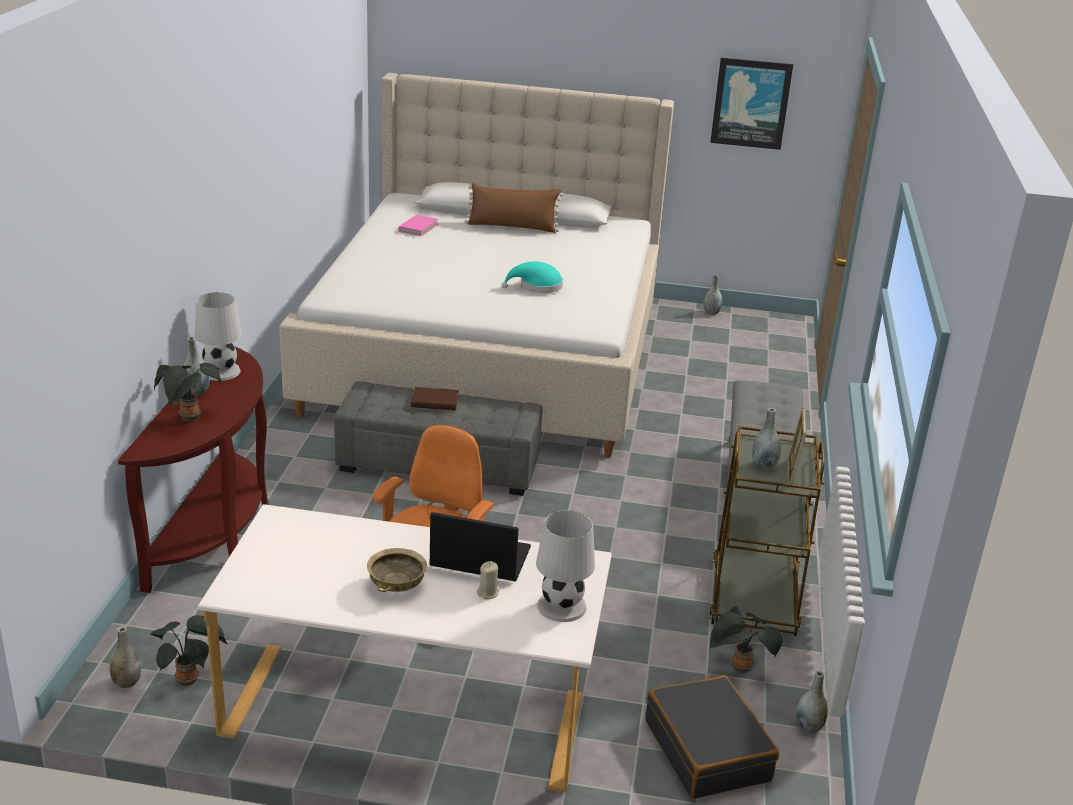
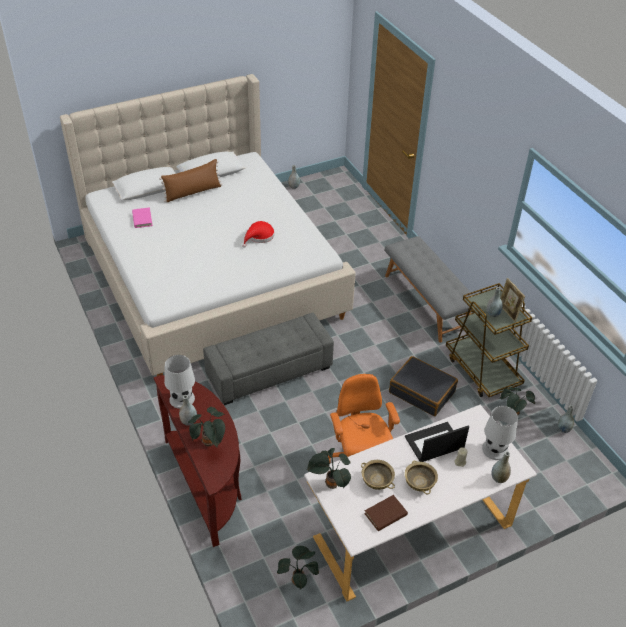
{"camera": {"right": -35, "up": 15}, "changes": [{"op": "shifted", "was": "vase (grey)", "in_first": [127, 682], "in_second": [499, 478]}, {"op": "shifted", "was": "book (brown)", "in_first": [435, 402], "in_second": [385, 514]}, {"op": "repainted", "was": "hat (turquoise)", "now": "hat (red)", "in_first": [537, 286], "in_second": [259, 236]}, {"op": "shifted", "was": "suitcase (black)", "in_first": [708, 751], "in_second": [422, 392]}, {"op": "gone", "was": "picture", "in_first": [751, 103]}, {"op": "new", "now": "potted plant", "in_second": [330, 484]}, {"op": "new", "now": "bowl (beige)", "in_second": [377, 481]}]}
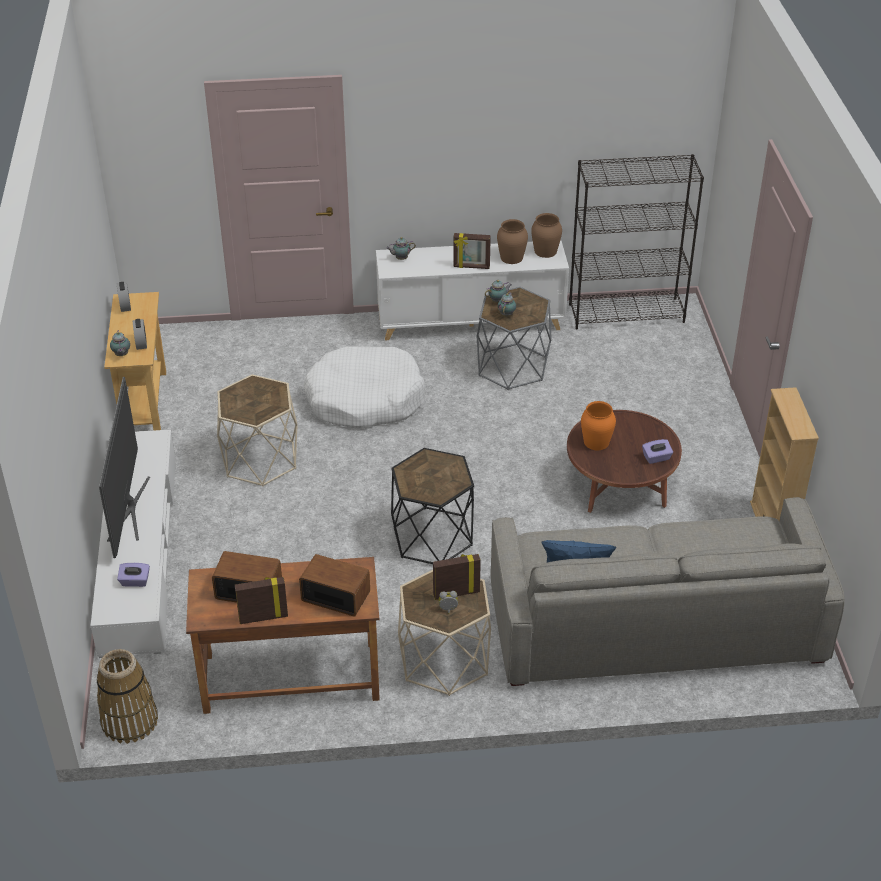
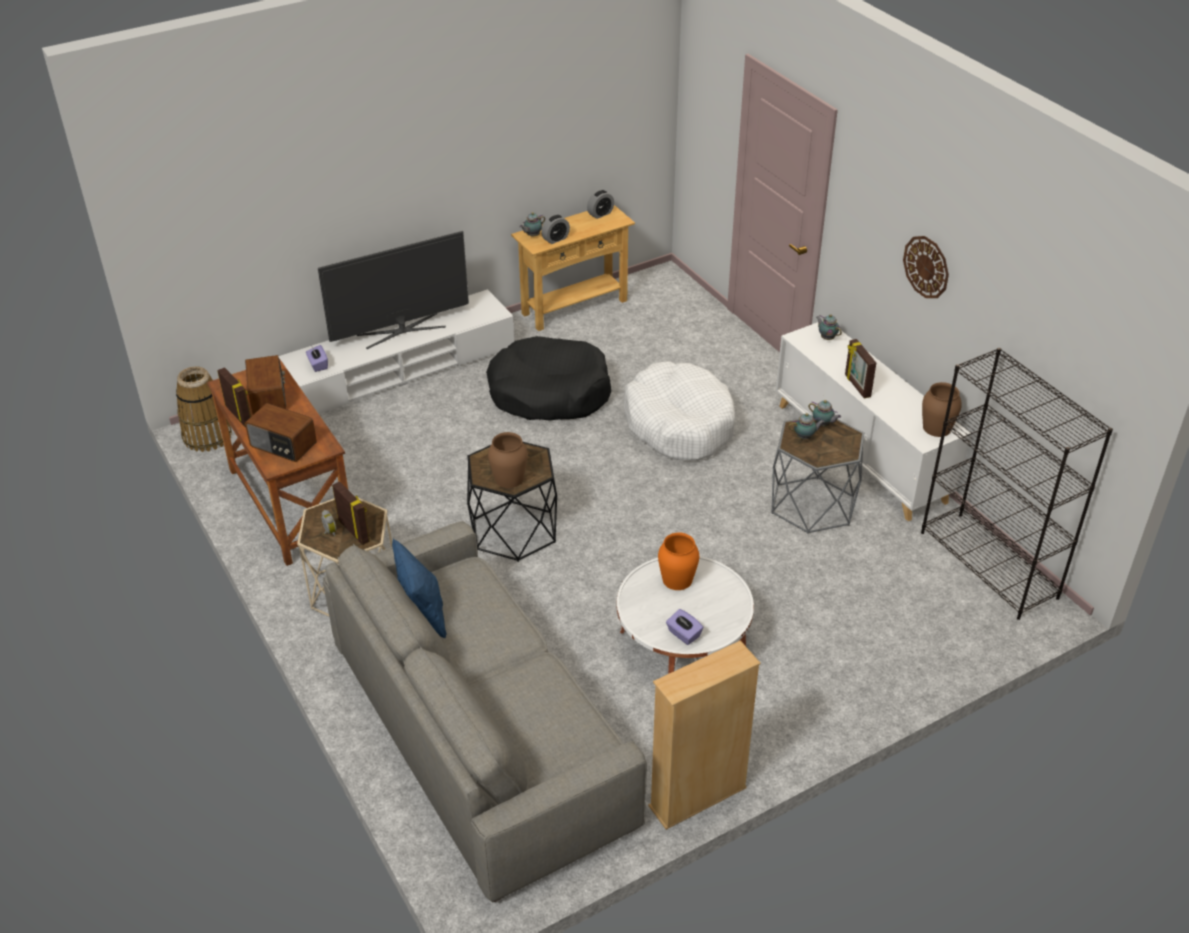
{"camera": {"right": 65, "up": 0}, "changes": [{"op": "swapped", "was": "side table (beige)", "now": "dog bed (black)", "in_first": [260, 459], "in_second": [549, 393]}, {"op": "rotated", "was": "radio", "in_first": [335, 596], "in_second": [283, 445], "clockwise": 120}, {"op": "shifted", "was": "vase (brown)", "in_first": [511, 257], "in_second": [509, 478]}, {"op": "repainted", "was": "coffee table (brown)", "now": "coffee table (white)", "in_first": [620, 484], "in_second": [682, 643]}, {"op": "new", "now": "wall clock", "in_second": [926, 267]}]}
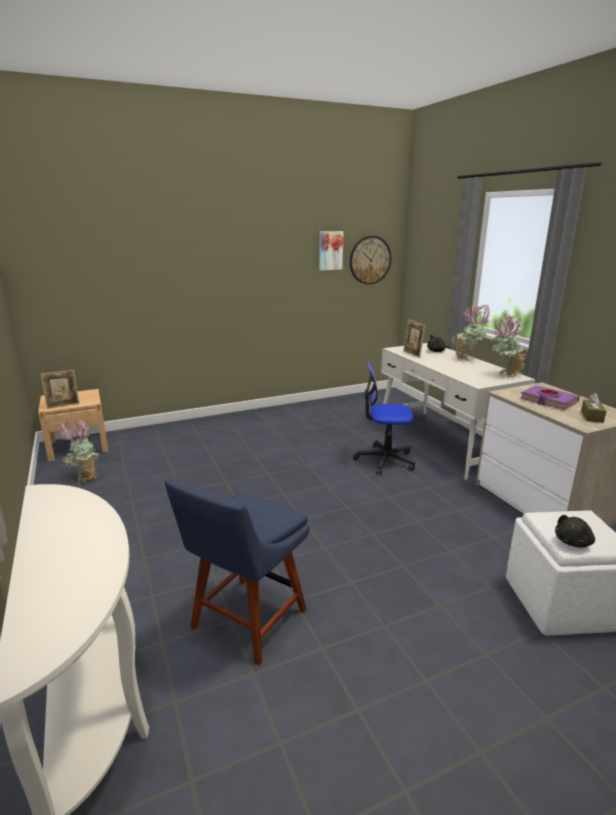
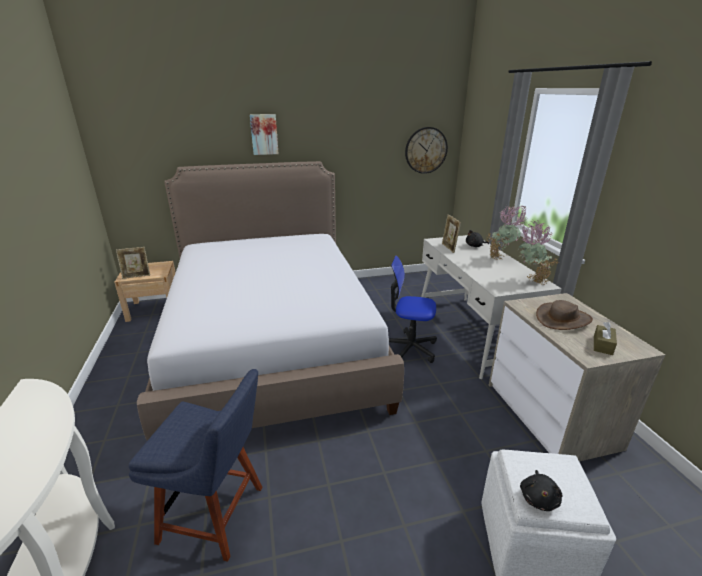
{"camera": {"right": 10, "up": 5}, "changes": [{"op": "gone", "was": "potted plant", "in_first": [85, 478]}, {"op": "rotated", "was": "chair (blue)", "in_first": [245, 622], "in_second": [217, 515], "clockwise": -120}, {"op": "shifted", "was": "picture", "in_first": [330, 250], "in_second": [264, 134]}, {"op": "swapped", "was": "book (purple)", "now": "hat (brown)", "in_first": [548, 401], "in_second": [563, 319]}, {"op": "rotated", "was": "plush toy (black)", "in_first": [573, 542], "in_second": [538, 498], "clockwise": -45}, {"op": "new", "now": "bed", "in_second": [272, 343]}]}
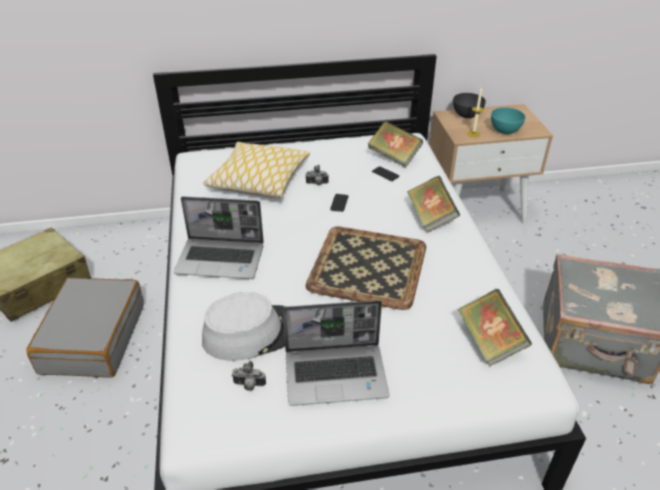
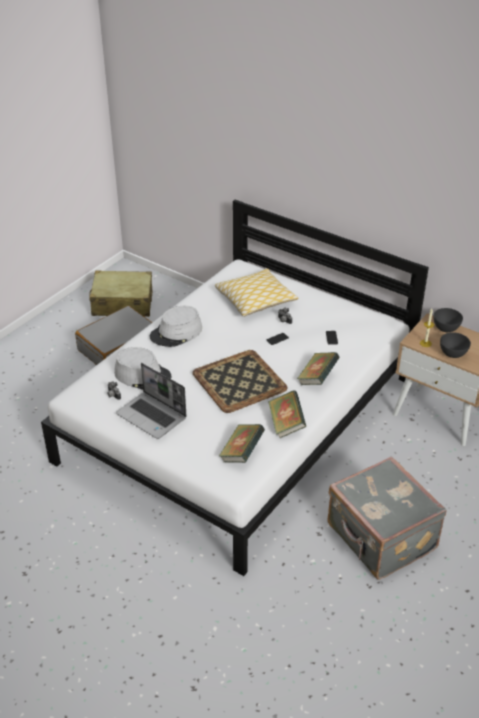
{"camera": {"right": 45, "up": 0}, "changes": [{"op": "swapped", "was": "laptop", "now": "hat (grey)", "in_first": [221, 259], "in_second": [176, 333]}, {"op": "shifted", "was": "book", "in_first": [394, 157], "in_second": [286, 424]}, {"op": "repainted", "was": "bowl (turquoise)", "now": "bowl (grey)", "in_first": [504, 131], "in_second": [452, 353]}]}
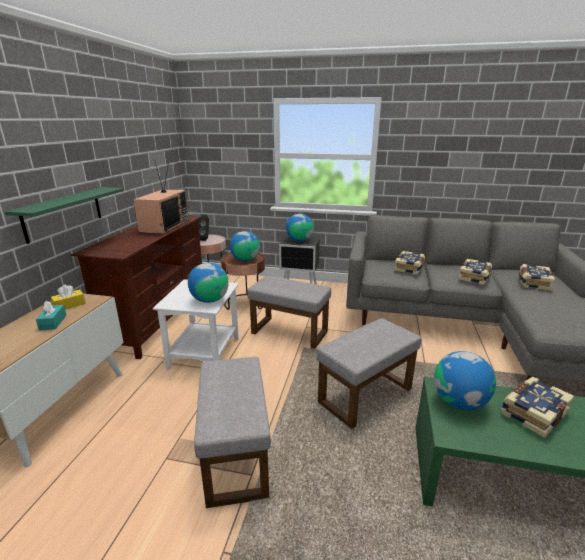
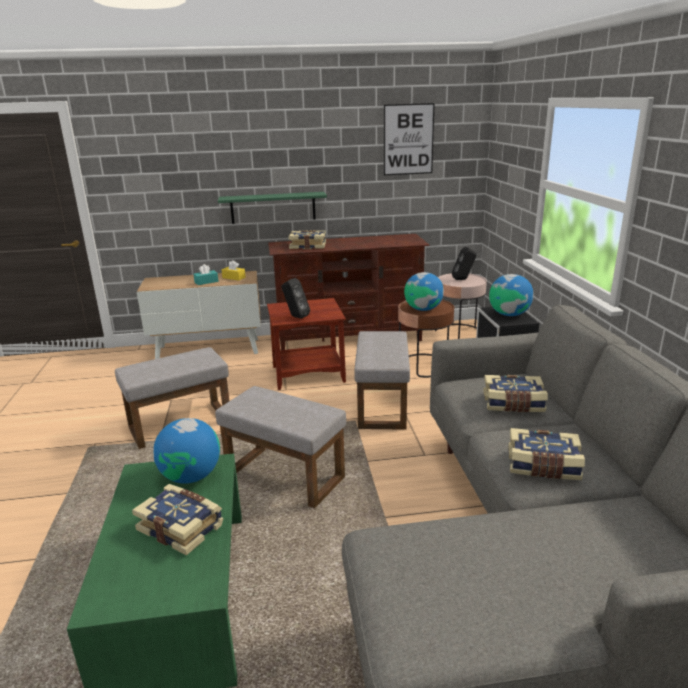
{"camera": {"right": 70, "up": 0}, "changes": [{"op": "gone", "was": "television", "in_first": [164, 226]}, {"op": "repainted", "was": "side table (white)", "now": "side table (brown)", "in_first": [203, 353], "in_second": [308, 373]}, {"op": "swapped", "was": "globe", "now": "speaker (black)", "in_first": [209, 300], "in_second": [295, 317]}, {"op": "shifted", "was": "book", "in_first": [533, 283], "in_second": [308, 246]}, {"op": "new", "now": "picture", "in_second": [408, 139]}]}
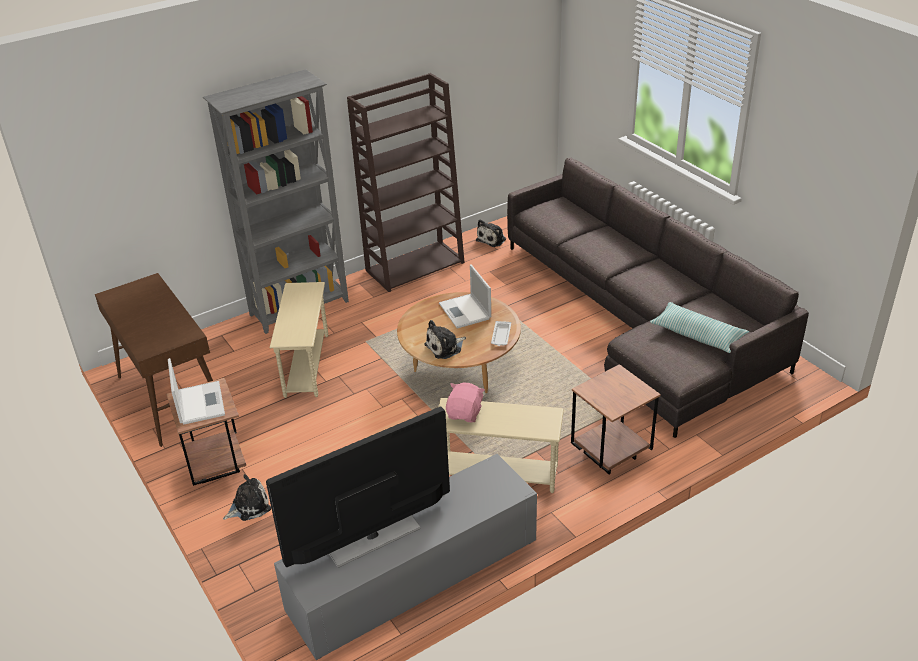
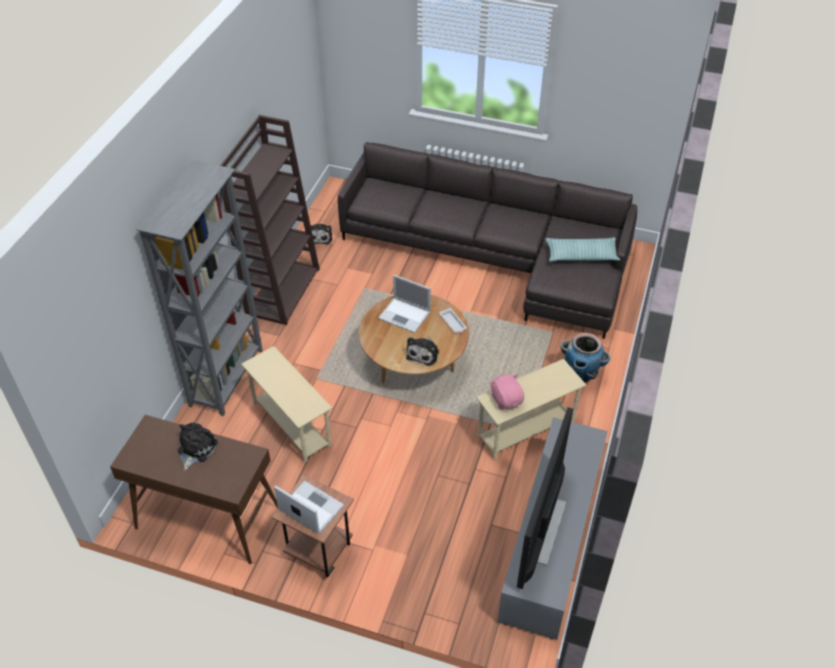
{"camera": {"right": -40, "up": 10}, "changes": [{"op": "shifted", "was": "plush toy", "in_first": [249, 506], "in_second": [196, 449]}, {"op": "swapped", "was": "side table (brown)", "now": "planter", "in_first": [611, 456], "in_second": [580, 374]}]}
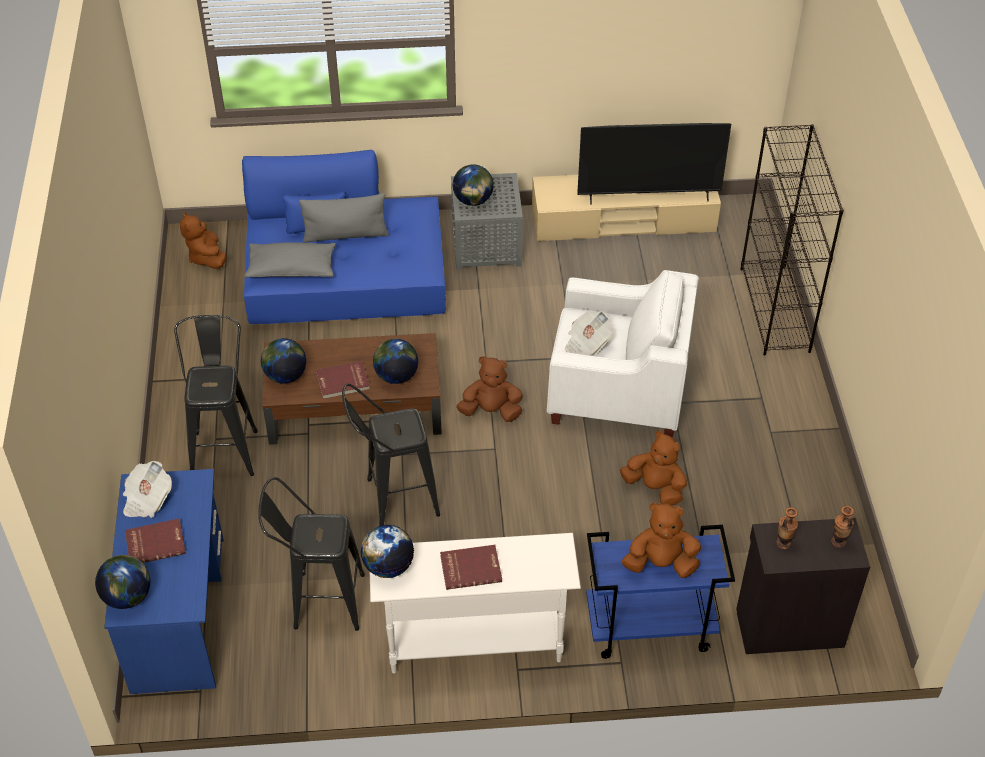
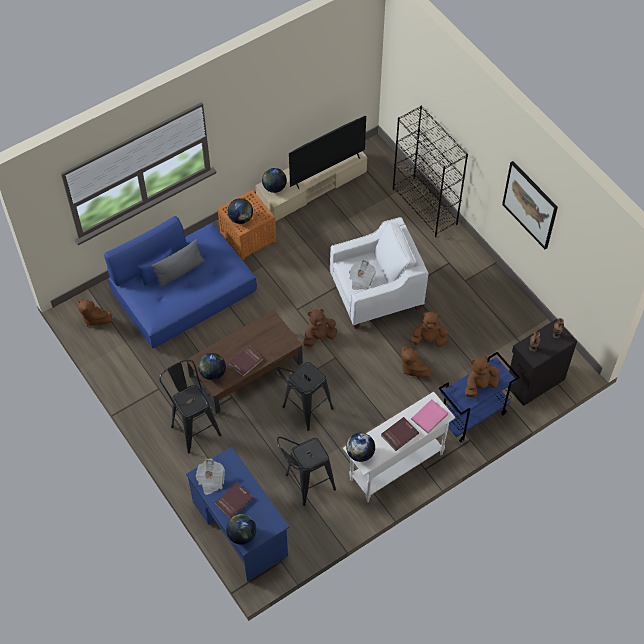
{"camera": {"right": -30, "up": 10}, "changes": [{"op": "gone", "was": "pillow (grey)", "in_first": [292, 269]}, {"op": "shifted", "was": "globe", "in_first": [396, 376], "in_second": [274, 187]}, {"op": "repainted", "was": "side table (grey)", "now": "side table (orange)", "in_first": [487, 244], "in_second": [248, 236]}, {"op": "new", "now": "plush toy (brown)", "in_second": [412, 368]}, {"op": "new", "now": "book (pink)", "in_second": [430, 417]}, {"op": "new", "now": "picture", "in_second": [530, 204]}]}
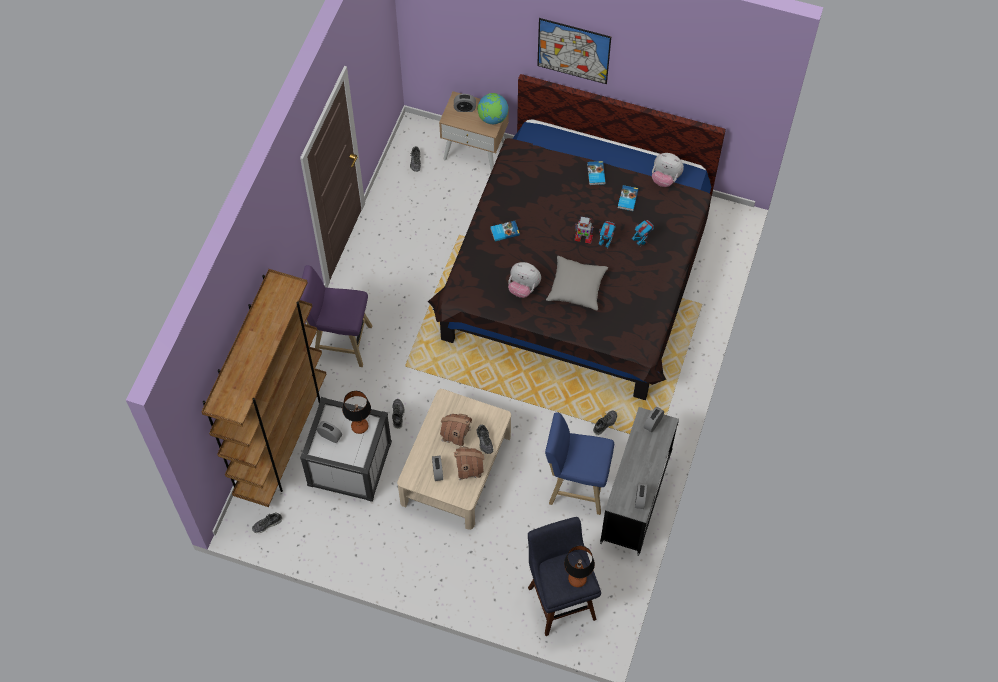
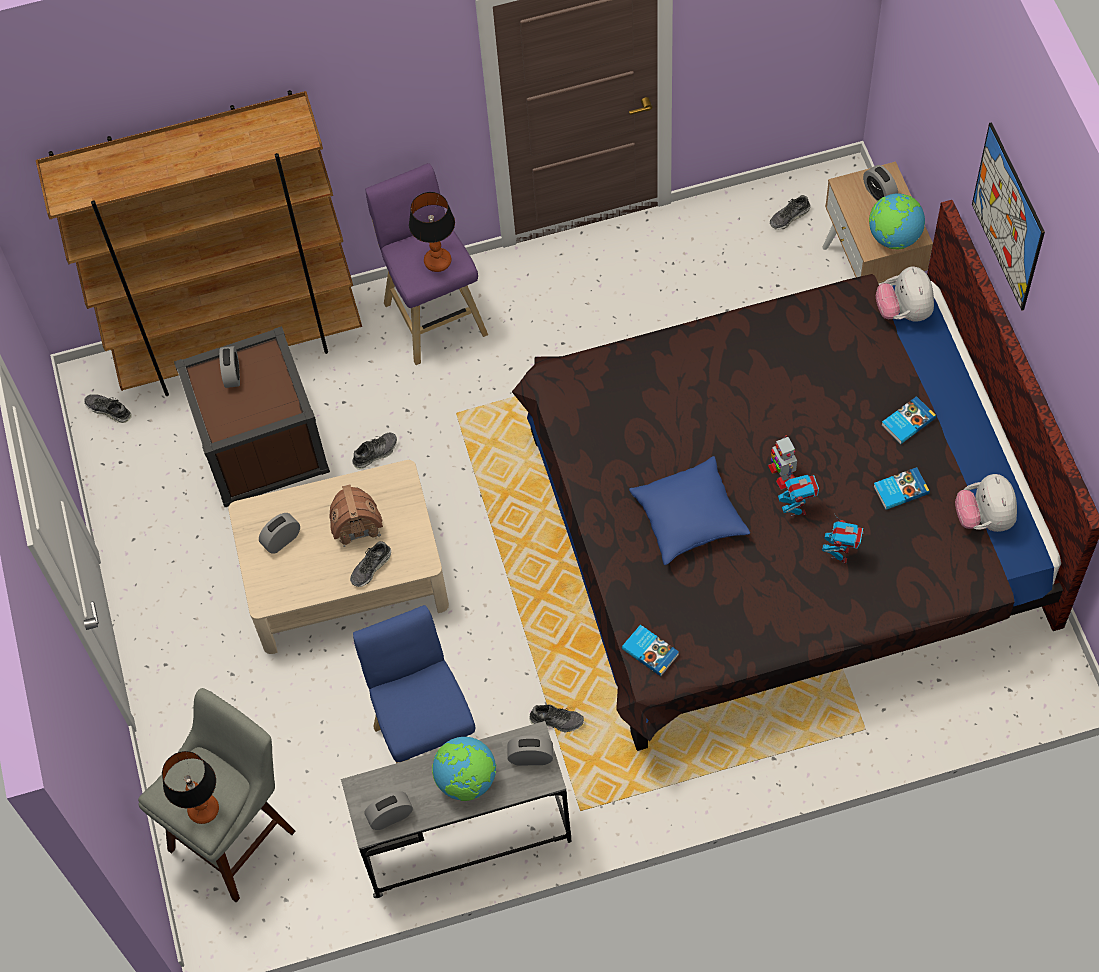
{"camera": {"right": 60, "up": 0}, "changes": [{"op": "repainted", "was": "storage box (white)", "now": "storage box (brown)", "in_first": [349, 463], "in_second": [261, 444]}, {"op": "shifted", "was": "table lamp", "in_first": [360, 426], "in_second": [438, 261]}, {"op": "gone", "was": "toy house", "in_first": [469, 468]}, {"op": "shifted", "was": "book", "in_first": [504, 231], "in_second": [650, 651]}, {"op": "shifted", "was": "plush toy", "in_first": [523, 287], "in_second": [904, 311]}, {"op": "repainted", "was": "stool (blue)", "now": "stool (grey)", "in_first": [560, 598], "in_second": [237, 834]}, {"op": "repainted", "was": "pillow (grey)", "now": "pillow (blue)", "in_first": [576, 288], "in_second": [689, 518]}, {"op": "new", "now": "globe", "in_second": [467, 780]}]}
